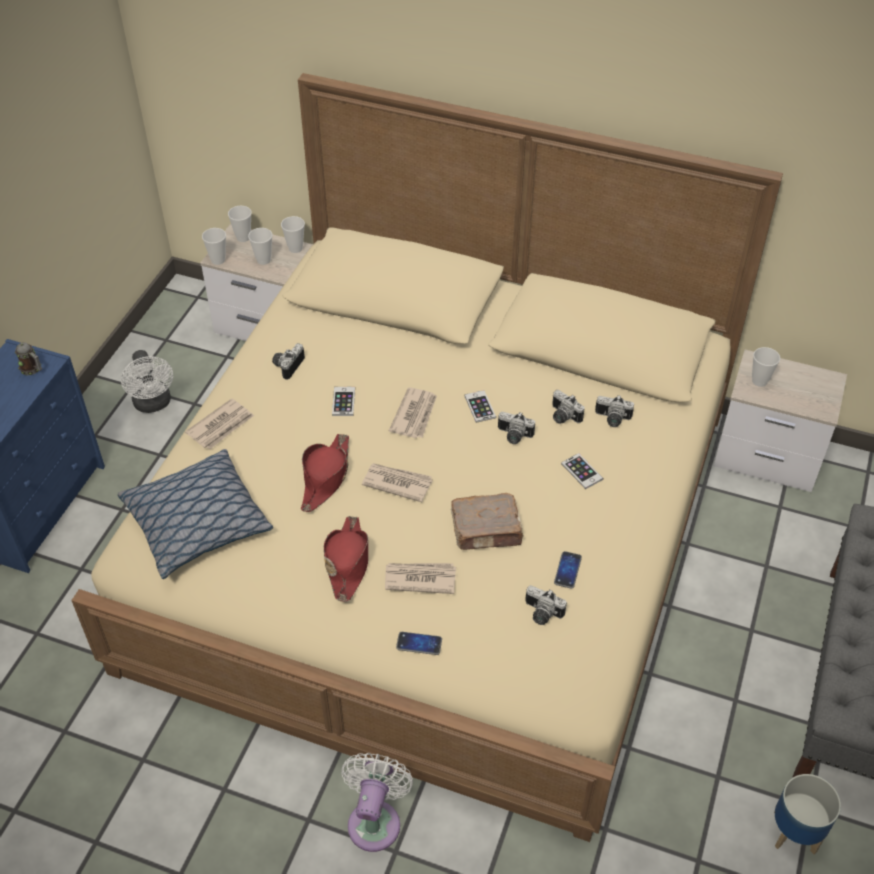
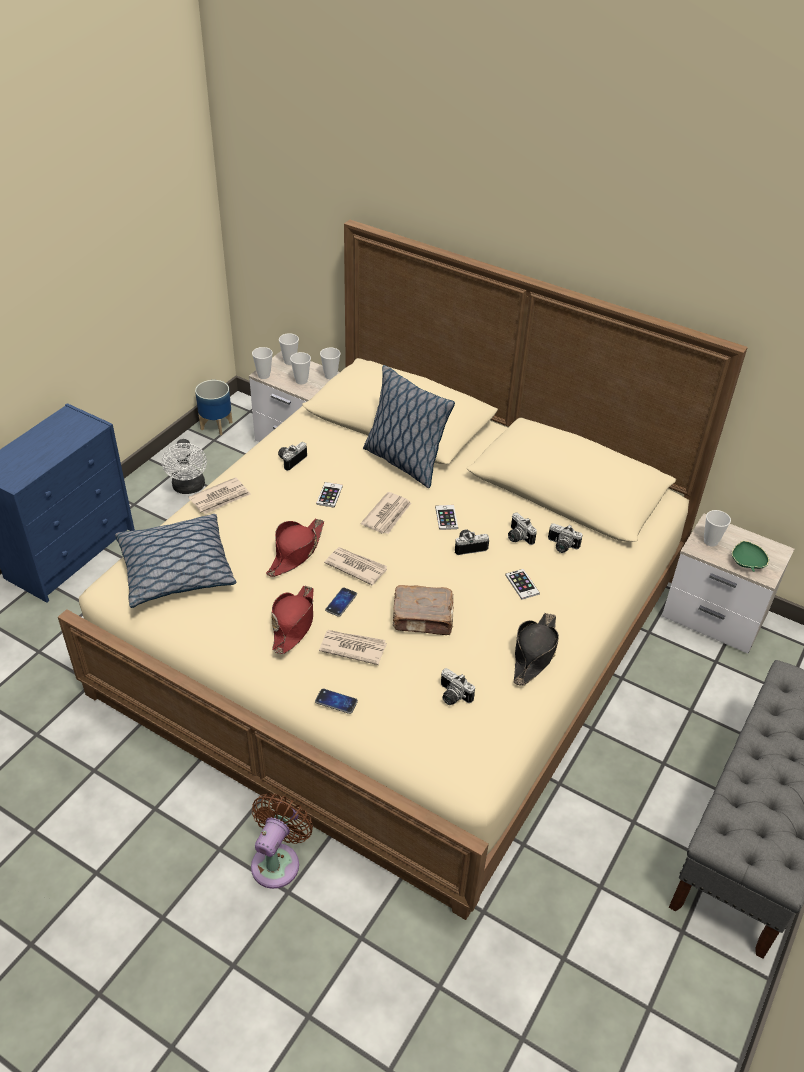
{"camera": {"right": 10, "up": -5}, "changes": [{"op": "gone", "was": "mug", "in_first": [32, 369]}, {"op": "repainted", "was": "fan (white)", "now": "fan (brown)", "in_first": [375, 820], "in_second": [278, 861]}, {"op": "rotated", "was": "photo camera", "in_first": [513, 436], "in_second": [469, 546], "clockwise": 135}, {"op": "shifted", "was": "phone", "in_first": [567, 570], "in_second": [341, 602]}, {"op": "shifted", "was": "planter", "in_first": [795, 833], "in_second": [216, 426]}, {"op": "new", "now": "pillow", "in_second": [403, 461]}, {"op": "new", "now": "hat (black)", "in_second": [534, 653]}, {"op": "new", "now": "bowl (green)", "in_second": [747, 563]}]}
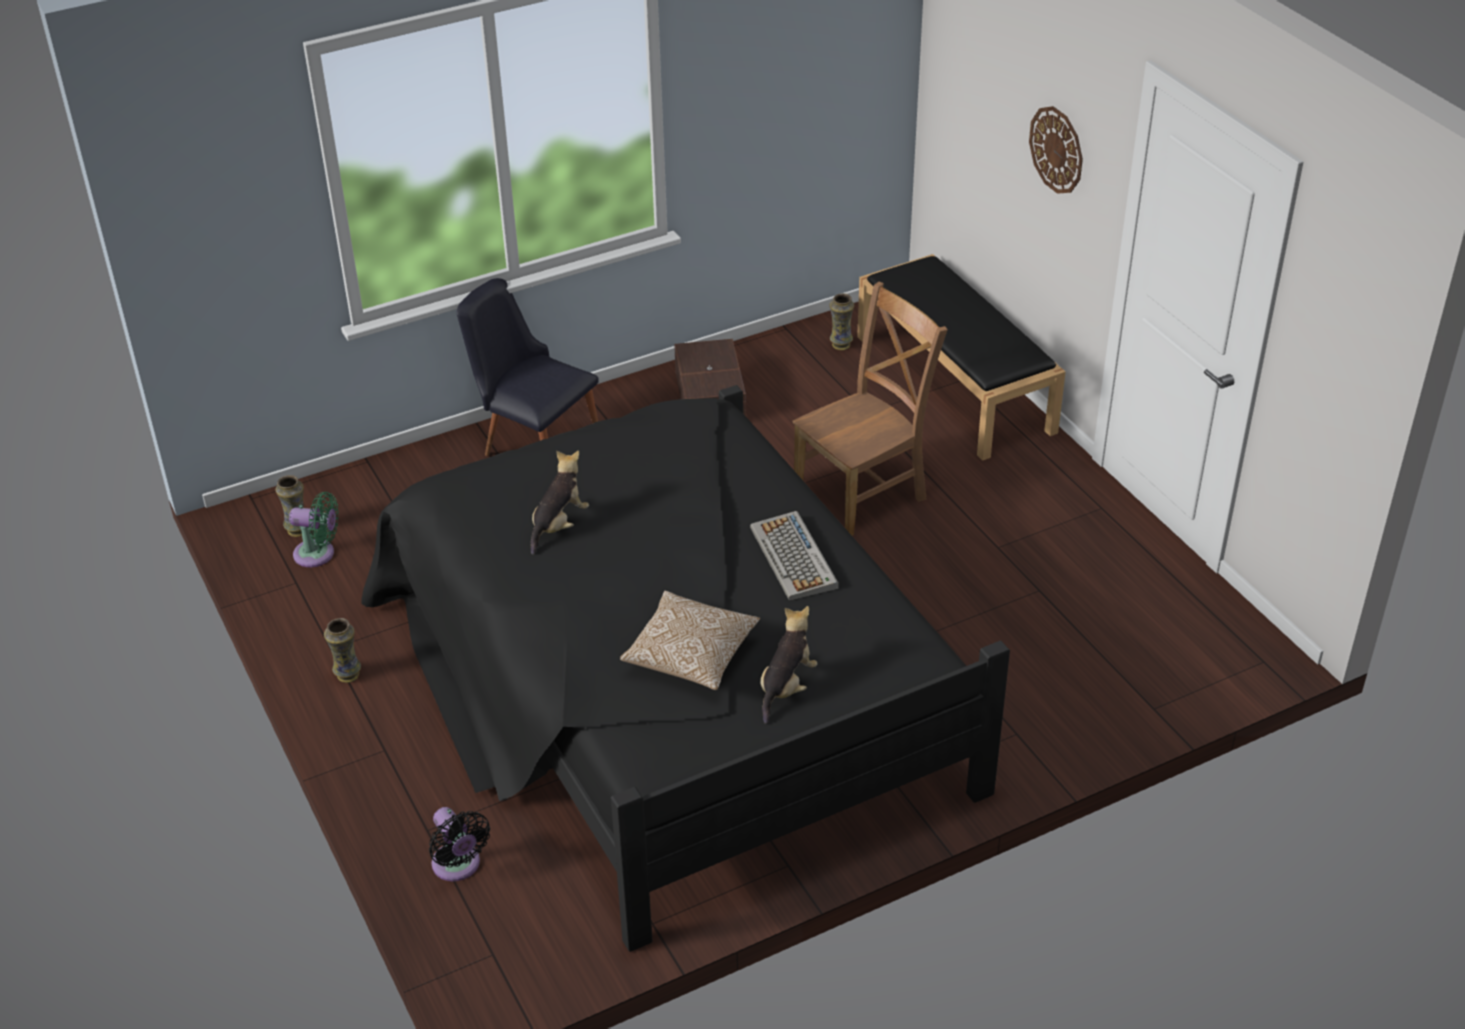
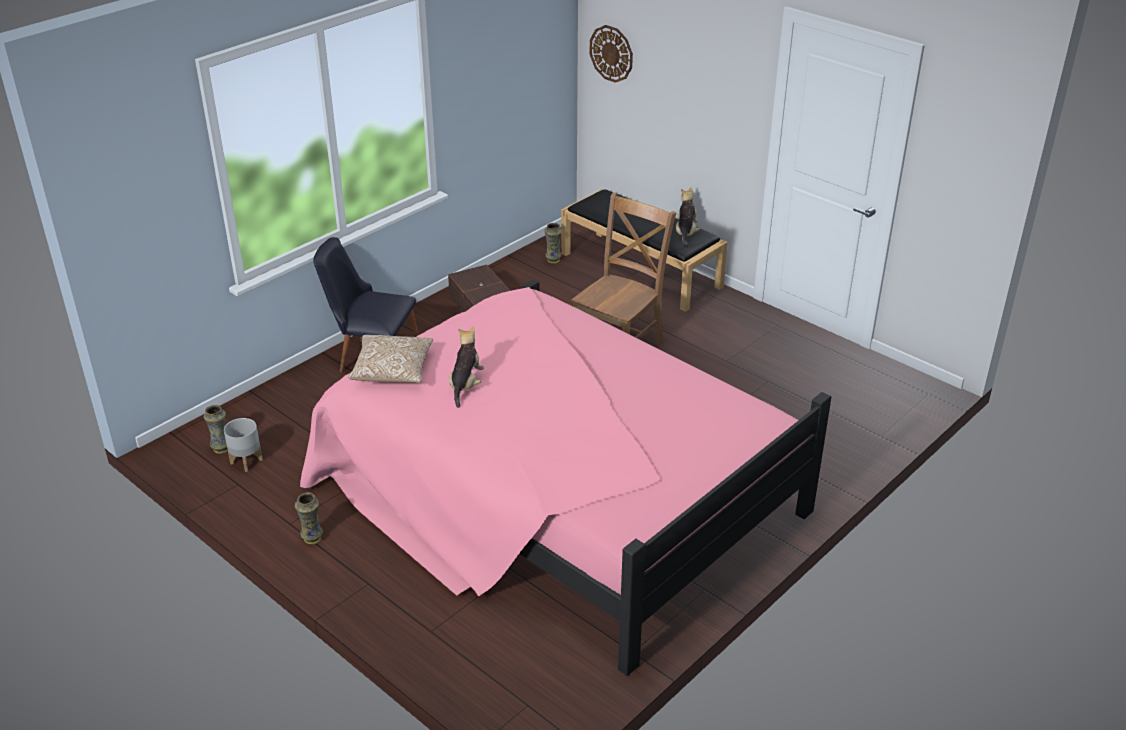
{"camera": {"right": -20, "up": -5}, "changes": [{"op": "swapped", "was": "fan (green)", "now": "planter (grey)", "in_first": [318, 554], "in_second": [246, 461]}, {"op": "repainted", "was": "bed (black)", "now": "bed (pink)", "in_first": [667, 689], "in_second": [555, 495]}, {"op": "gone", "was": "fan (black)", "in_first": [458, 866]}, {"op": "shifted", "was": "pillow", "in_first": [690, 655], "in_second": [392, 371]}, {"op": "gone", "was": "keyboard", "in_first": [794, 558]}, {"op": "shifted", "was": "plush toy", "in_first": [786, 687], "in_second": [686, 233]}, {"op": "shifted", "was": "wall clock", "in_first": [1057, 149], "in_second": [611, 53]}]}
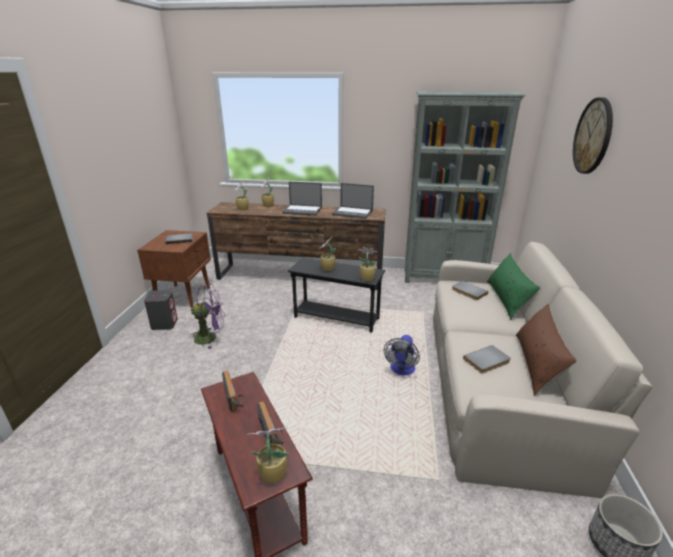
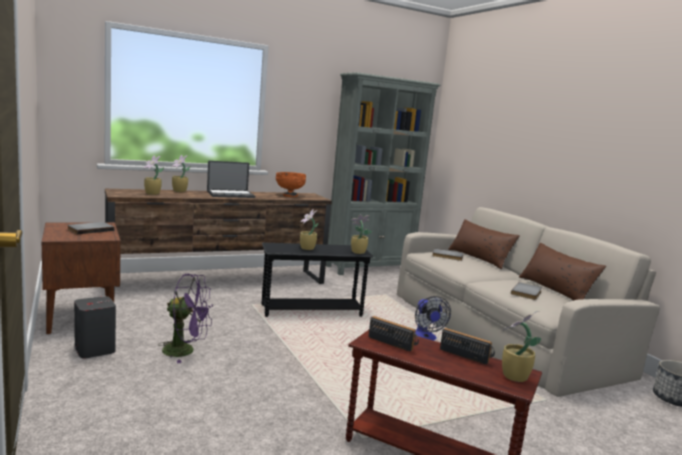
{"camera": {"right": -35, "up": -15}, "changes": [{"op": "rotated", "was": "fan (purple)", "in_first": [210, 337], "in_second": [185, 351], "clockwise": 45}, {"op": "swapped", "was": "laptop", "now": "bowl (orange)", "in_first": [353, 212], "in_second": [289, 195]}, {"op": "repainted", "was": "pillow (green)", "now": "pillow (brown)", "in_first": [507, 299], "in_second": [479, 258]}, {"op": "gone", "was": "wall clock", "in_first": [593, 136]}]}
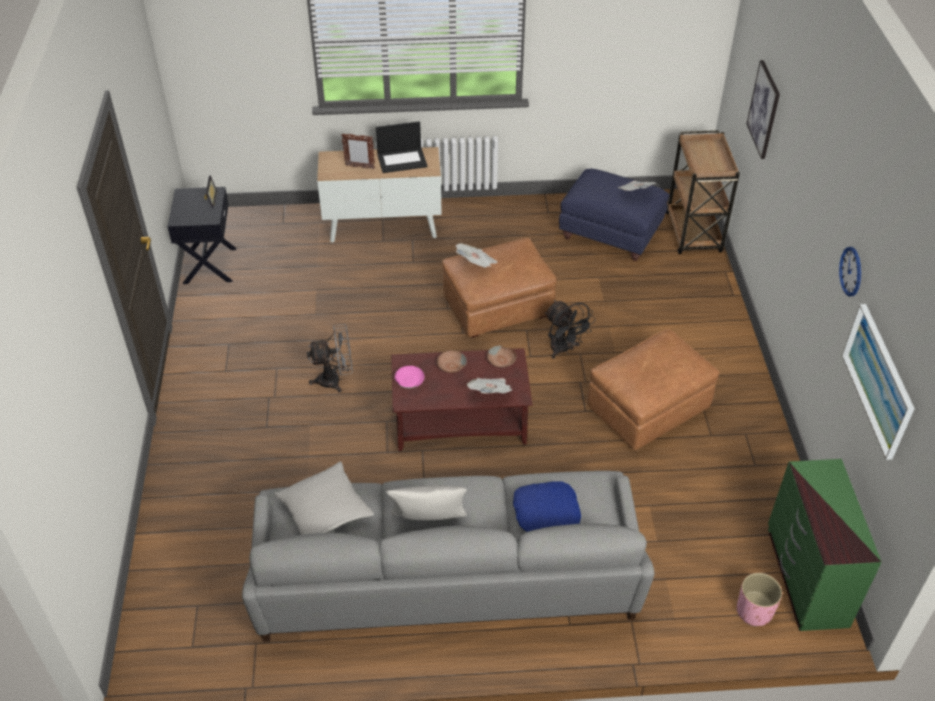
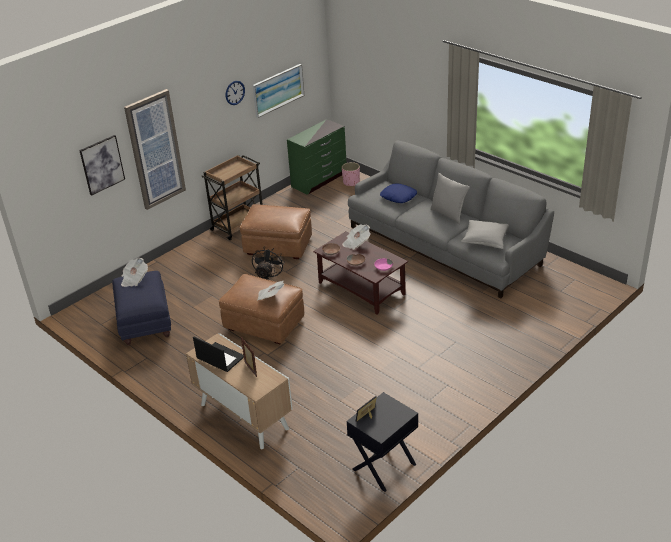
{"camera": {"right": -130, "up": -10}, "changes": [{"op": "gone", "was": "fan (grey)", "in_first": [335, 380]}, {"op": "shifted", "was": "cart (brown)", "in_first": [693, 233], "in_second": [238, 225]}, {"op": "new", "now": "picture", "in_second": [155, 150]}]}
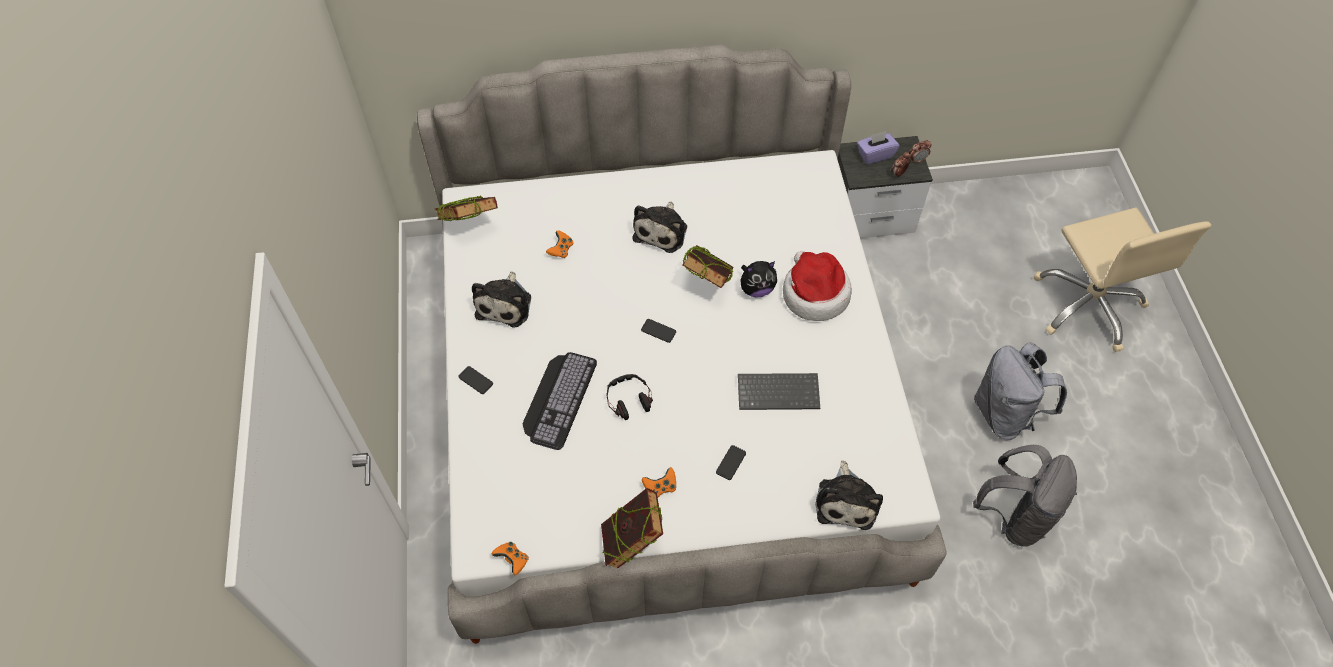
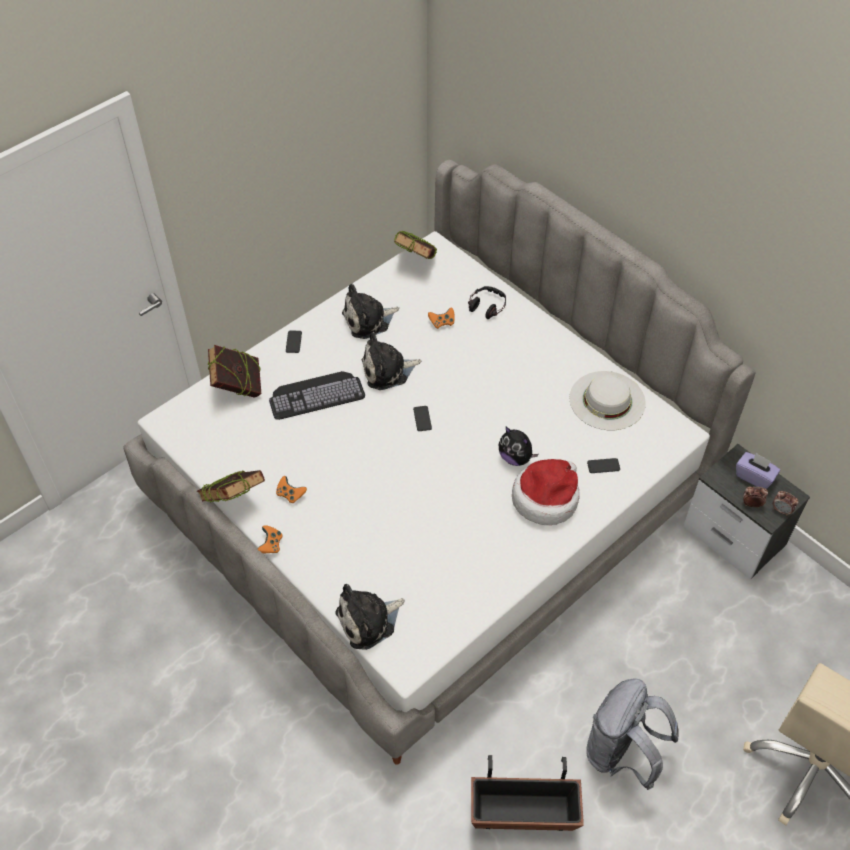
{"camera": {"right": 55, "up": -5}, "changes": [{"op": "shifted", "was": "game controller (orange)", "in_first": [512, 560], "in_second": [271, 545]}, {"op": "shifted", "was": "headphones", "in_first": [628, 399], "in_second": [487, 305]}, {"op": "shifted", "was": "plush toy", "in_first": [662, 230], "in_second": [388, 370]}, {"op": "shifted", "was": "book", "in_first": [707, 283], "in_second": [238, 389]}, {"op": "shifted", "was": "phone", "in_first": [731, 462], "in_second": [603, 466]}, {"op": "gone", "was": "keyboard", "in_first": [779, 391]}, {"op": "swapped", "was": "backpack (grey)", "now": "planter", "in_first": [1014, 515], "in_second": [523, 813]}, {"op": "new", "now": "hat (white)", "in_second": [607, 400]}]}
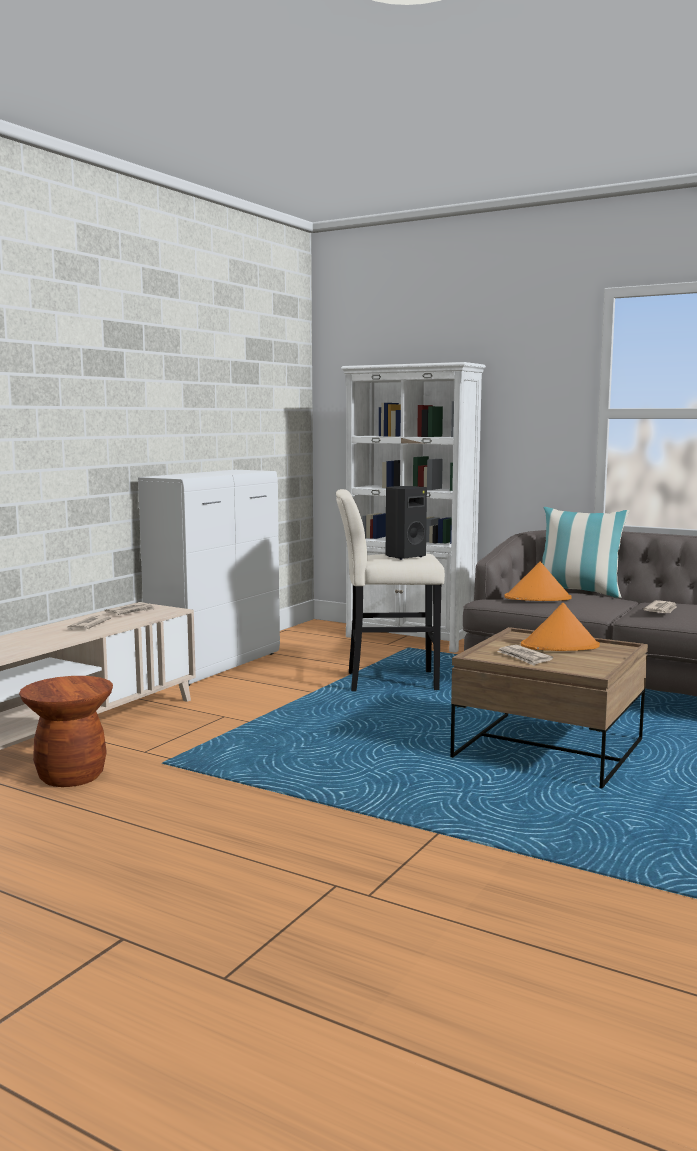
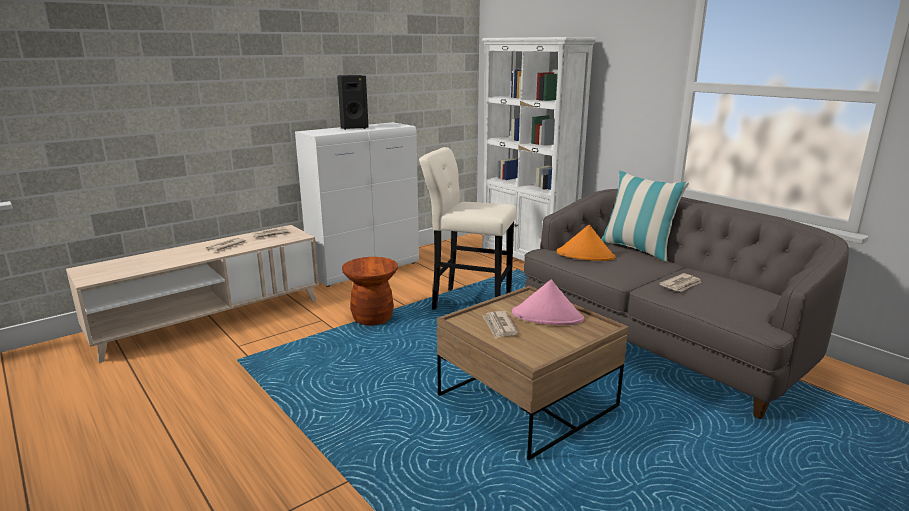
{"camera": {"right": 20, "up": 10}, "changes": [{"op": "shifted", "was": "stool (brown)", "in_first": [71, 776], "in_second": [372, 318]}, {"op": "shifted", "was": "speaker (black)", "in_first": [404, 557], "in_second": [353, 128]}, {"op": "repainted", "was": "hat (orange)", "now": "hat (pink)", "in_first": [560, 646], "in_second": [547, 316]}]}
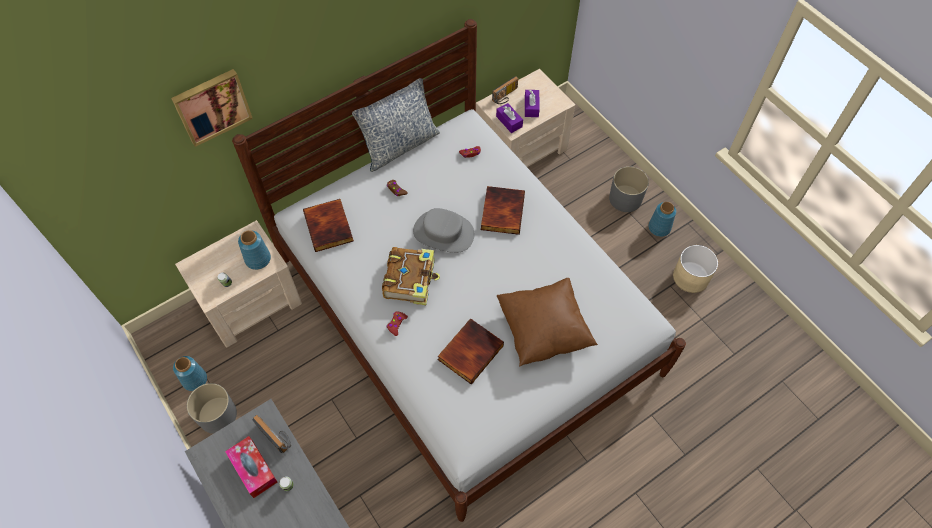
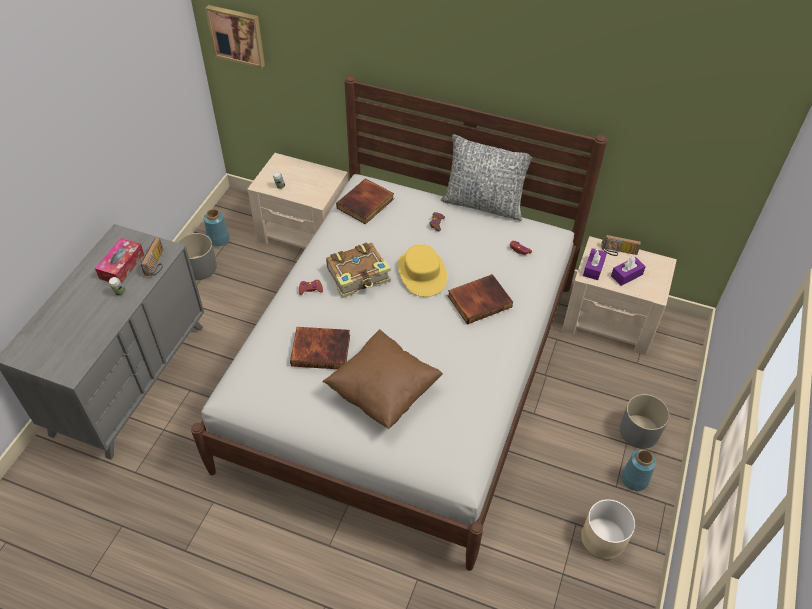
{"camera": {"right": 55, "up": -10}, "changes": [{"op": "shifted", "was": "picture", "in_first": [212, 106], "in_second": [237, 35]}, {"op": "gone", "was": "vase (blue)", "in_first": [258, 258]}, {"op": "repainted", "was": "hat (grey)", "now": "hat (yellow)", "in_first": [443, 233], "in_second": [421, 273]}]}
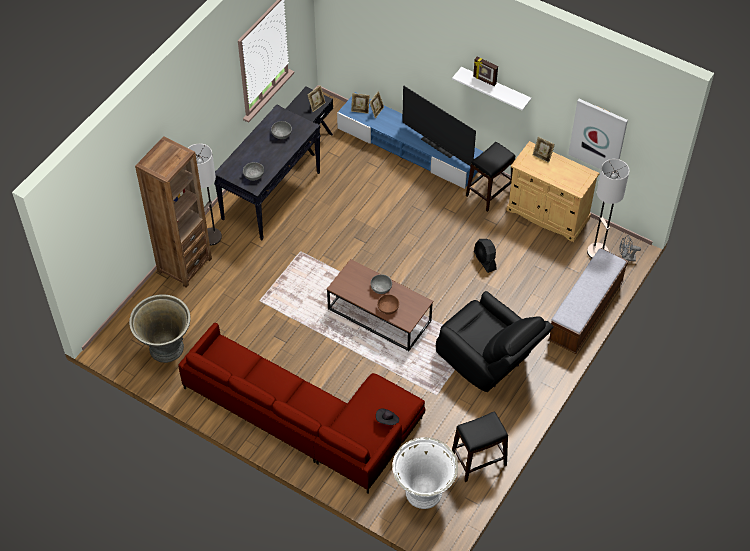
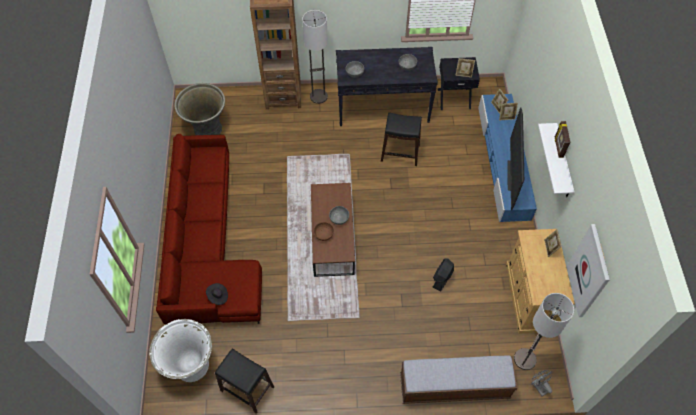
{"camera": {"right": 55, "up": 5}, "changes": [{"op": "gone", "was": "armchair (black)", "in_first": [488, 361]}, {"op": "shifted", "was": "stool (black)", "in_first": [489, 192], "in_second": [400, 153]}]}
